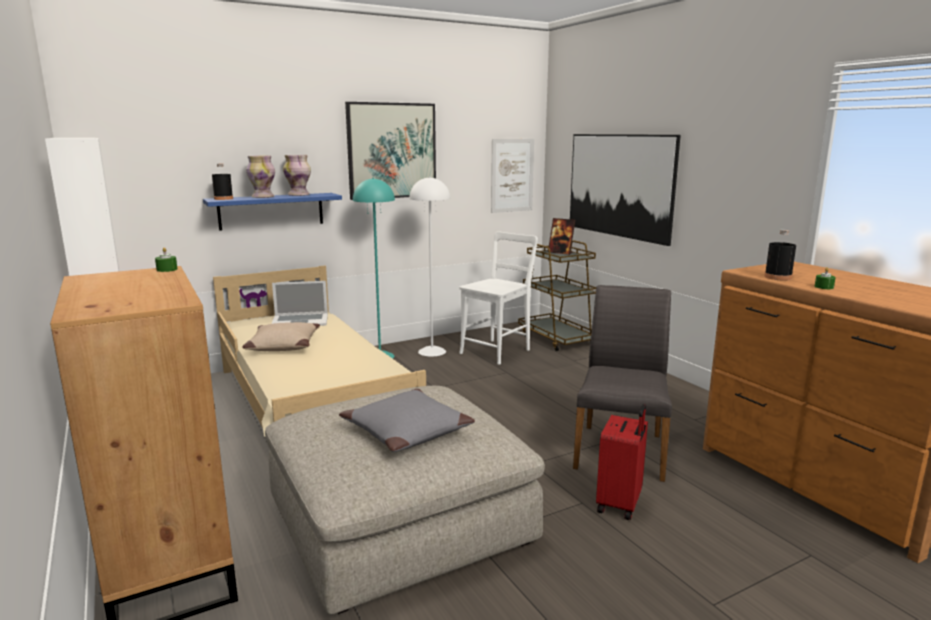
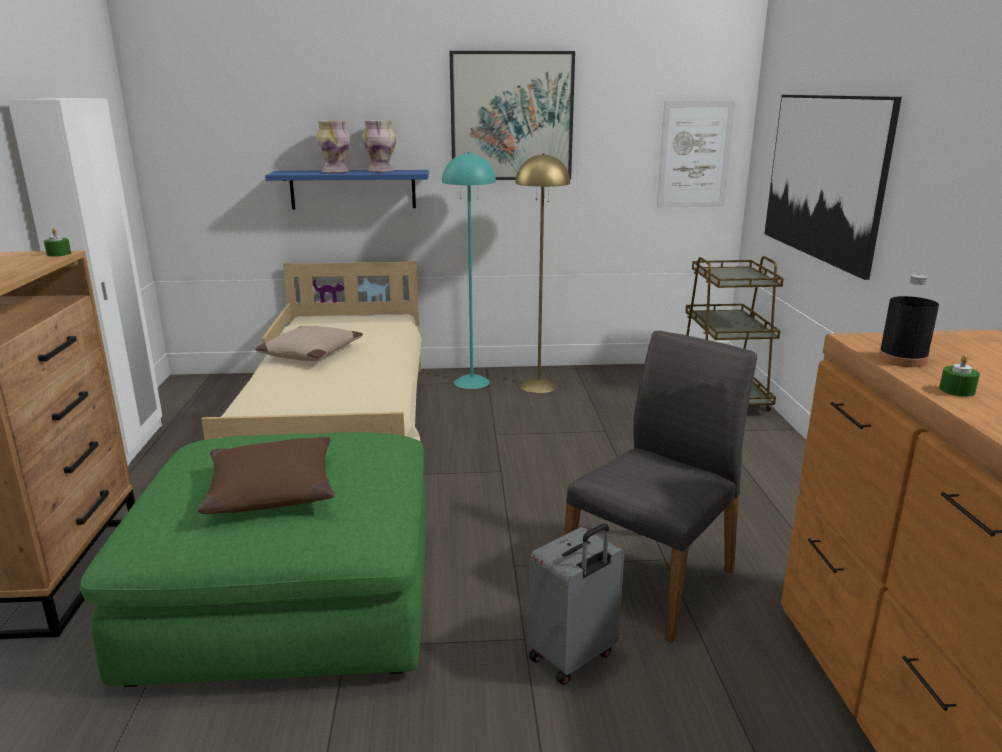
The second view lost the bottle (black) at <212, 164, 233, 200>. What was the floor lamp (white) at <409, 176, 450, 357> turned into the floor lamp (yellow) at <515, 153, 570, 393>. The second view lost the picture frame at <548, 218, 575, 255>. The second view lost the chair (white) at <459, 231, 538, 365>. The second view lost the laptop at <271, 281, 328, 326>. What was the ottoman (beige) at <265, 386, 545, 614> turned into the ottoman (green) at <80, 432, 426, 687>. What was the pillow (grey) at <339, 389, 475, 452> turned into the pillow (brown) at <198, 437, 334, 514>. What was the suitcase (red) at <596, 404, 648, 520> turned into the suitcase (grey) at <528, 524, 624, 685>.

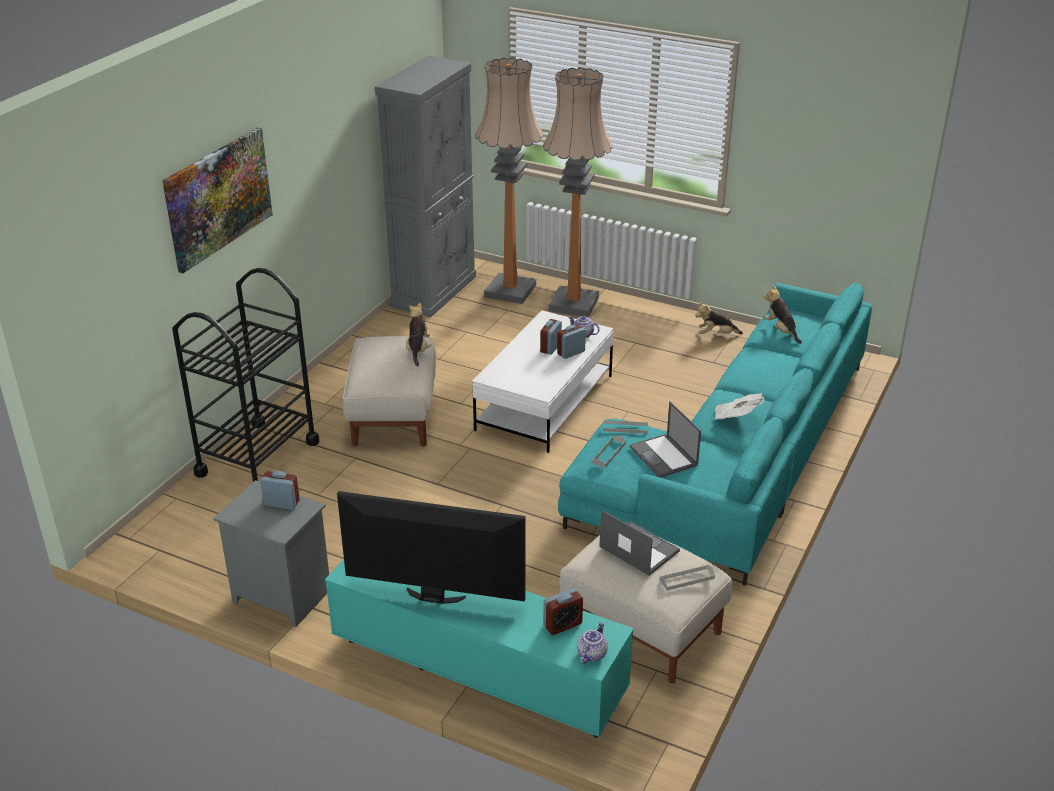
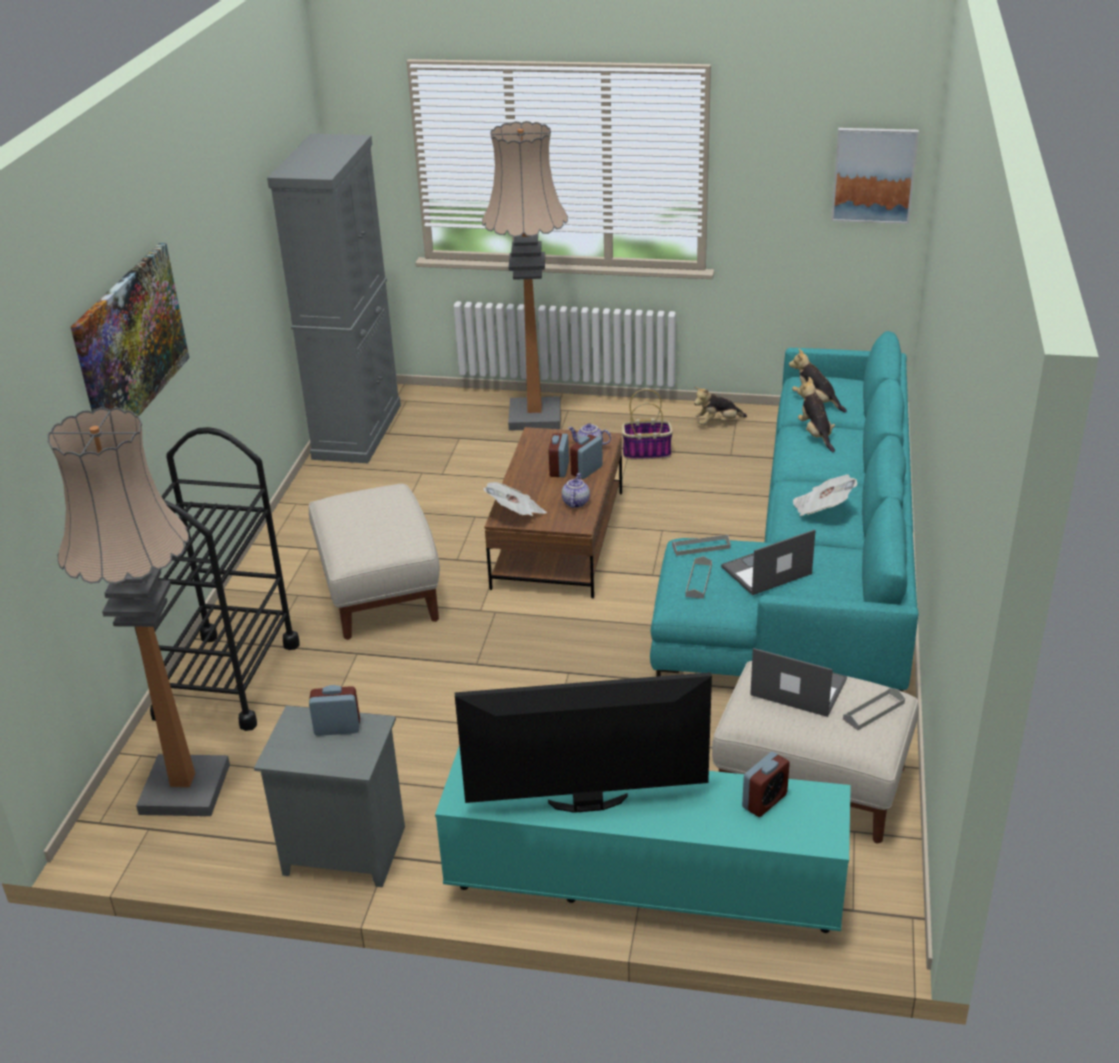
The floor lamp ended up elsewhere, having gone from <475, 58, 543, 304> to <47, 407, 230, 816>. The plush toy ended up elsewhere, having gone from <406, 302, 432, 367> to <797, 377, 835, 452>. What was the coffee table (white) at <472, 310, 614, 453> turned into the coffee table (brown) at <484, 427, 622, 598>. The laptop at <630, 401, 701, 478> ended up facing another way, 105 degrees clockwise from before. The teapot ended up elsewhere, having gone from <577, 622, 608, 664> to <562, 473, 590, 508>. The second view gained the picture at <831, 128, 919, 224>. The second view gained the basket at <622, 389, 673, 460>. The second view gained the newspaper at <483, 482, 547, 516>.

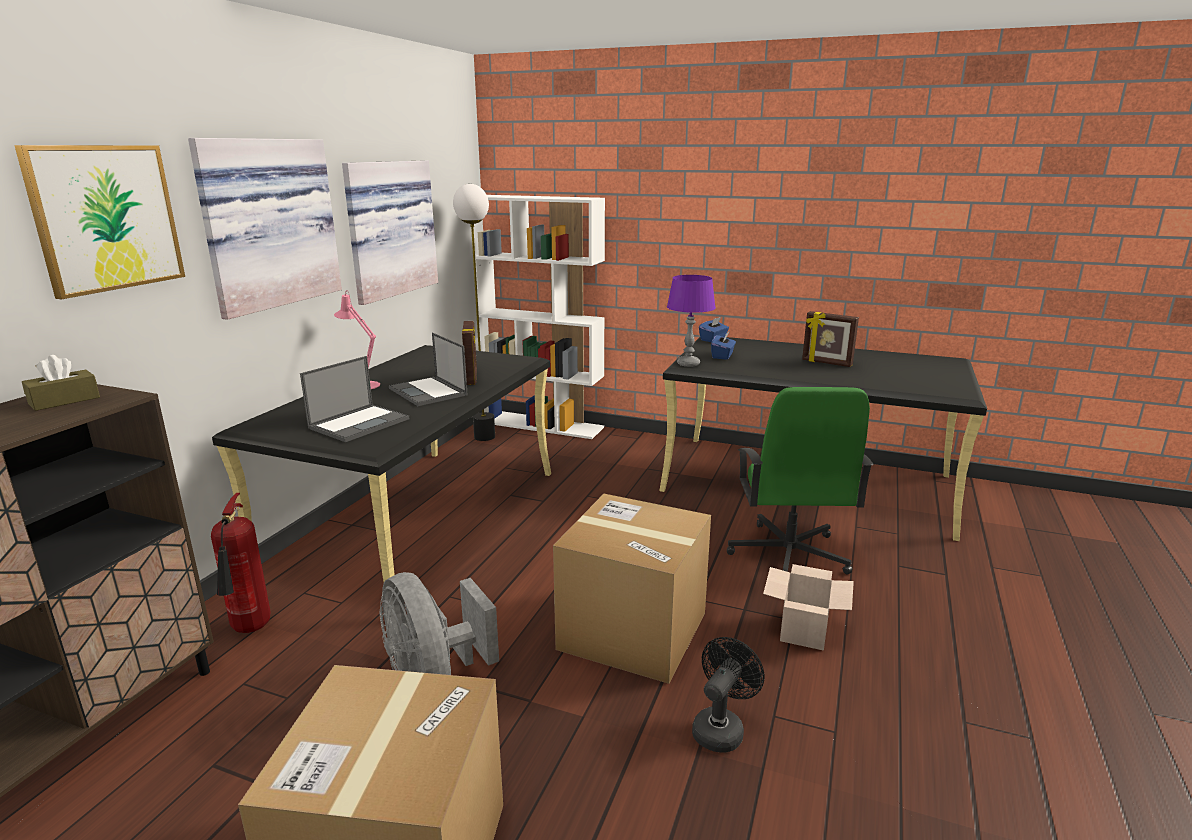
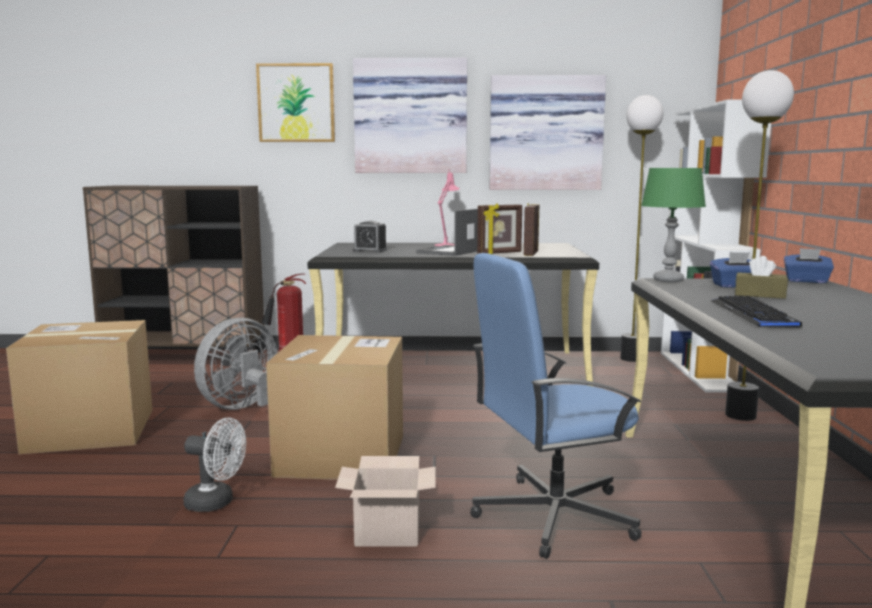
What was the table lamp (purple) at <667, 275, 716, 367> turned into the table lamp (green) at <641, 168, 706, 282>. The picture frame ended up elsewhere, having gone from <802, 311, 859, 367> to <524, 203, 539, 256>. The tissue box (brown) ended up elsewhere, having gone from <22, 355, 100, 411> to <735, 256, 788, 299>. Where the laptop stood at <300, 356, 409, 442>, the alarm clock came to stand at <353, 221, 387, 252>. What was the office chair (green) at <727, 387, 873, 575> turned into the office chair (blue) at <470, 253, 642, 559>. What was the fan (black) at <692, 637, 765, 753> turned into the fan (white) at <183, 417, 246, 512>. The second view gained the floor lamp at <725, 70, 794, 421>. The second view gained the keyboard at <711, 296, 802, 328>.

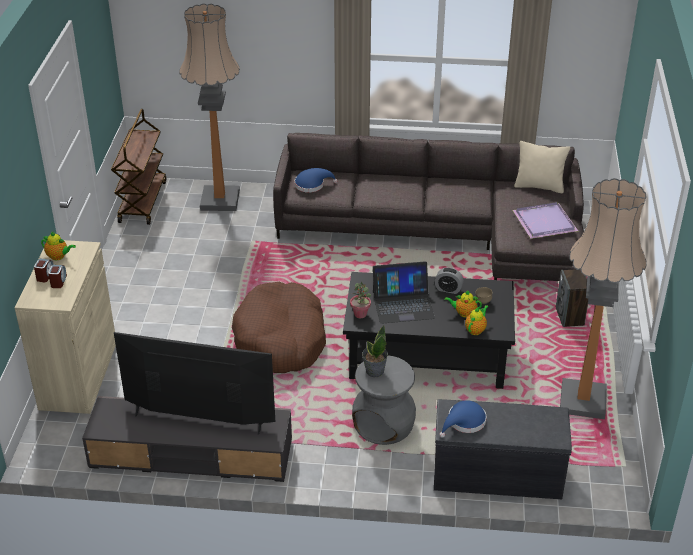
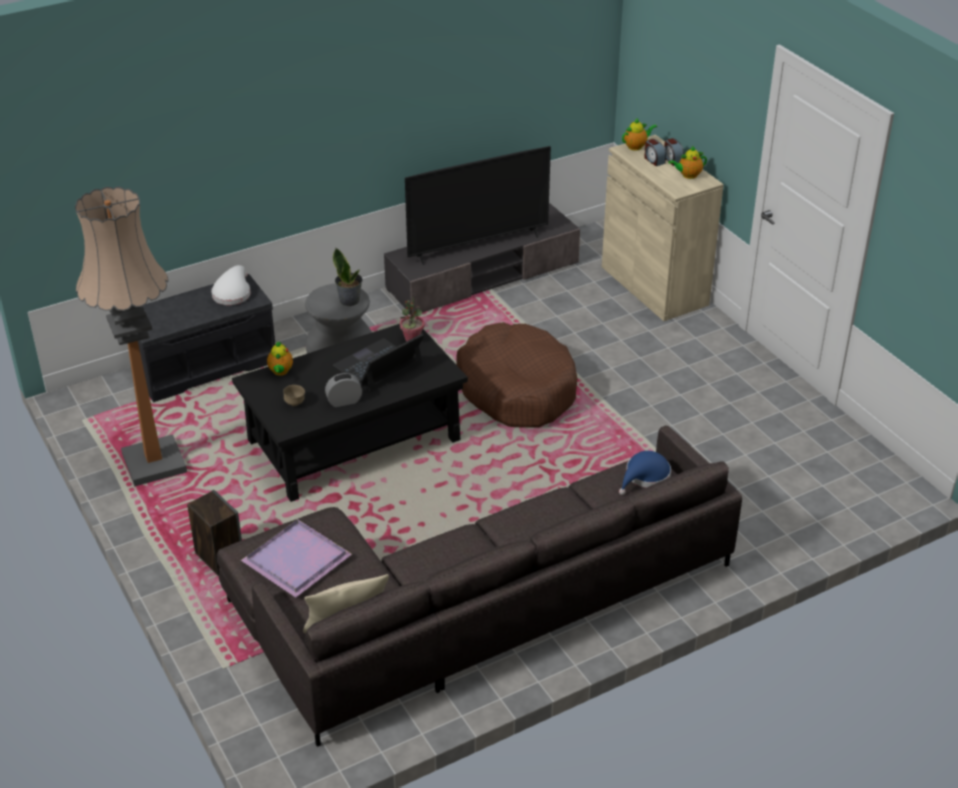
The second view lost the floor lamp at <179, 3, 240, 211>. The second view lost the cart (brown) at <111, 109, 166, 225>. The teapot ended up elsewhere, having gone from <445, 290, 482, 318> to <622, 118, 657, 151>. What was the hat (blue) at <439, 400, 487, 438> turned into the hat (white) at <211, 265, 251, 305>.

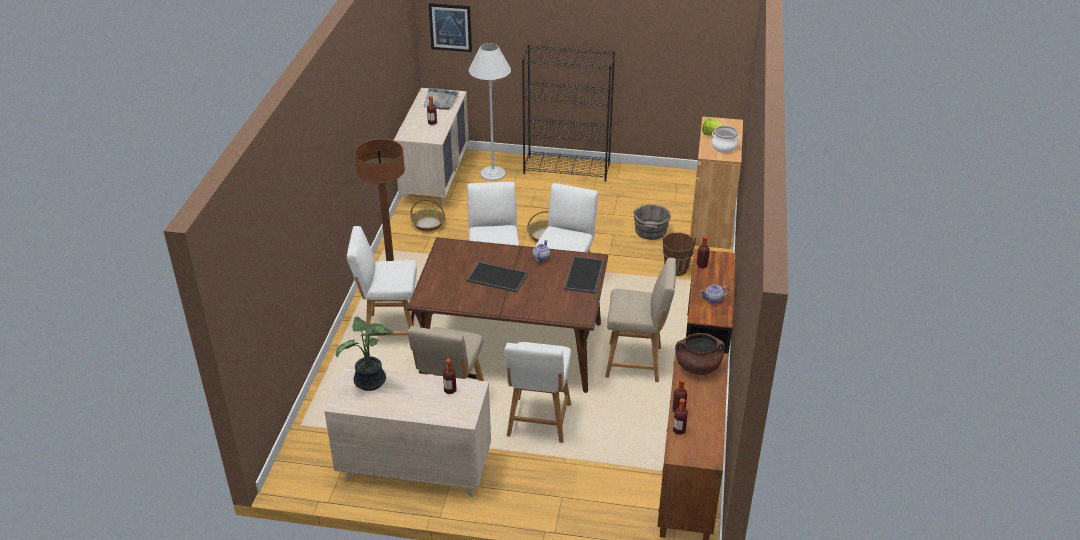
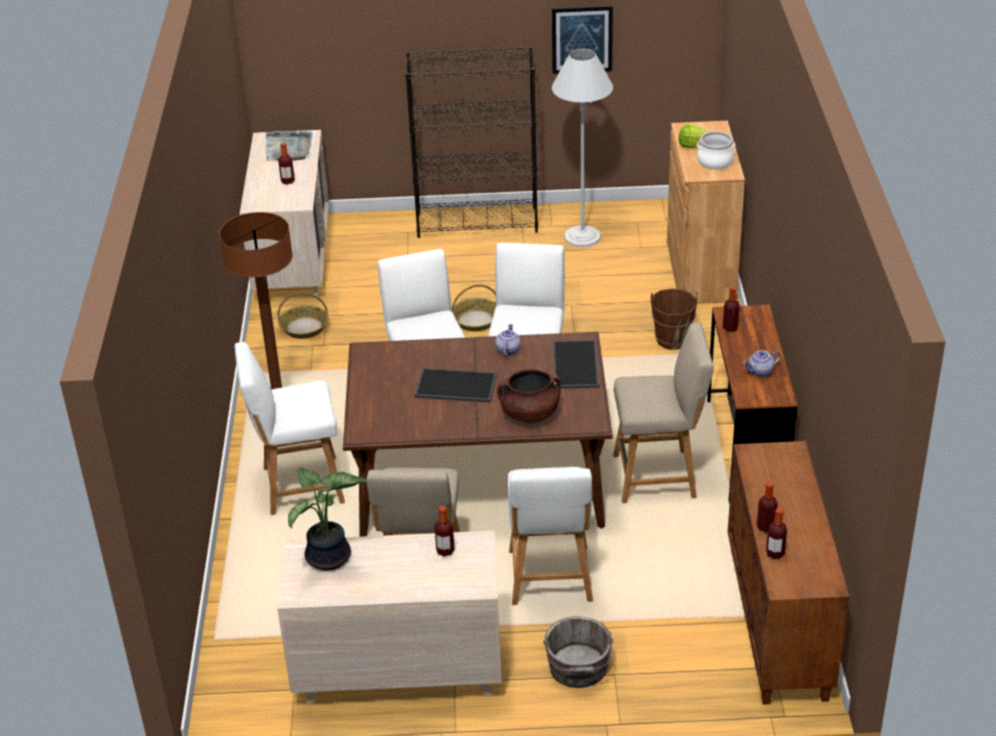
The picture ended up elsewhere, having gone from <429, 3, 472, 52> to <552, 5, 613, 74>. The floor lamp (white) ended up elsewhere, having gone from <469, 43, 511, 181> to <552, 48, 613, 247>. The bucket (grey) ended up elsewhere, having gone from <633, 204, 671, 240> to <543, 616, 613, 688>. The cooking pot (brown) ended up elsewhere, having gone from <675, 333, 725, 375> to <497, 369, 561, 423>.

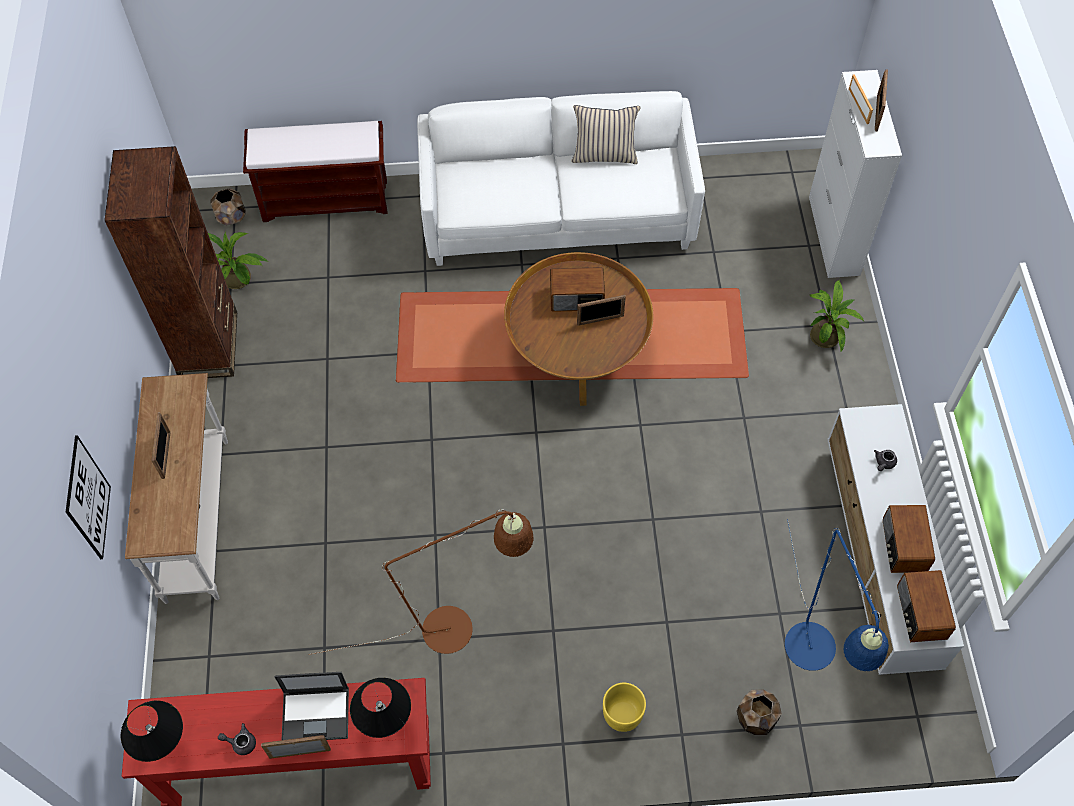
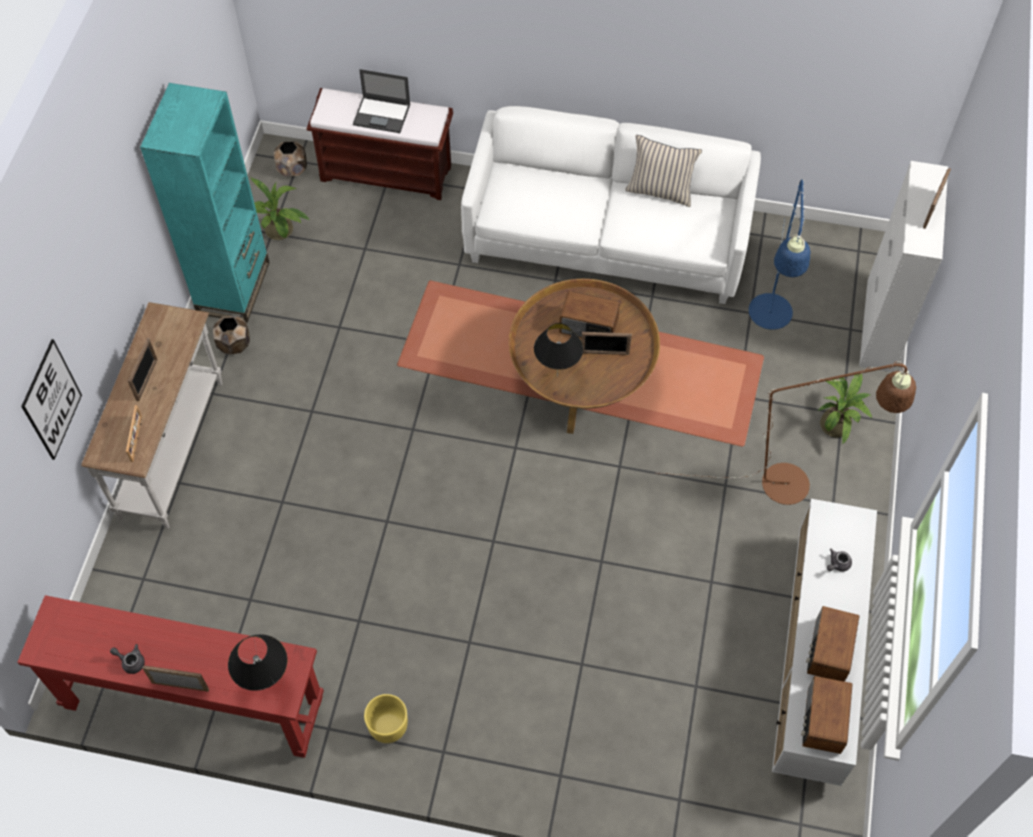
The picture frame ended up elsewhere, having gone from <849, 74, 873, 124> to <126, 405, 142, 462>. What was the bookcase (brown) at <104, 146, 237, 378> turned into the bookcase (turquoise) at <140, 83, 270, 323>. The floor lamp (brown) ended up elsewhere, having gone from <309, 509, 534, 655> to <659, 361, 916, 505>. The floor lamp (blue) ended up elsewhere, having gone from <785, 519, 889, 671> to <749, 179, 810, 330>. The laptop ended up elsewhere, having gone from <274, 672, 349, 740> to <353, 69, 410, 133>. The planter (yellow) ended up elsewhere, having gone from <603, 683, 646, 732> to <364, 694, 408, 743>. The planter (brown) ended up elsewhere, having gone from <737, 689, 782, 735> to <213, 316, 250, 354>. The table lamp (black) ended up elsewhere, having gone from <121, 701, 183, 762> to <534, 323, 583, 377>.

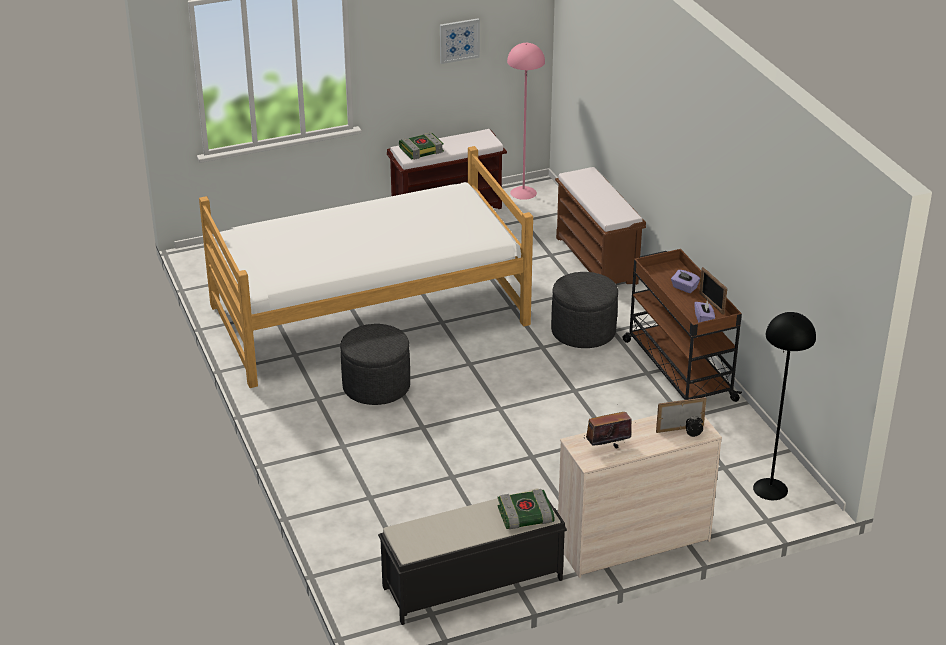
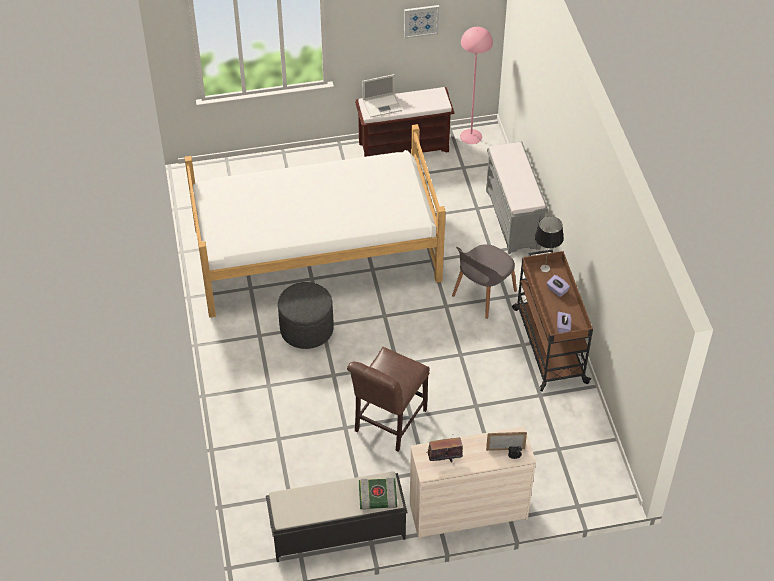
Where the book stood at <399, 133, 444, 160>, the laptop came to stand at <363, 74, 402, 118>. What was the bench (brown) at <555, 167, 646, 285> turned into the bench (grey) at <486, 142, 548, 254>. The second view lost the picture frame at <699, 267, 727, 315>. Where the ottoman (grey) stood at <551, 272, 618, 348>, the chair (grey) came to stand at <452, 244, 517, 319>. The second view lost the floor lamp (black) at <753, 312, 816, 500>. The second view gained the table lamp at <535, 216, 564, 272>. The second view gained the chair (brown) at <347, 347, 430, 452>.

